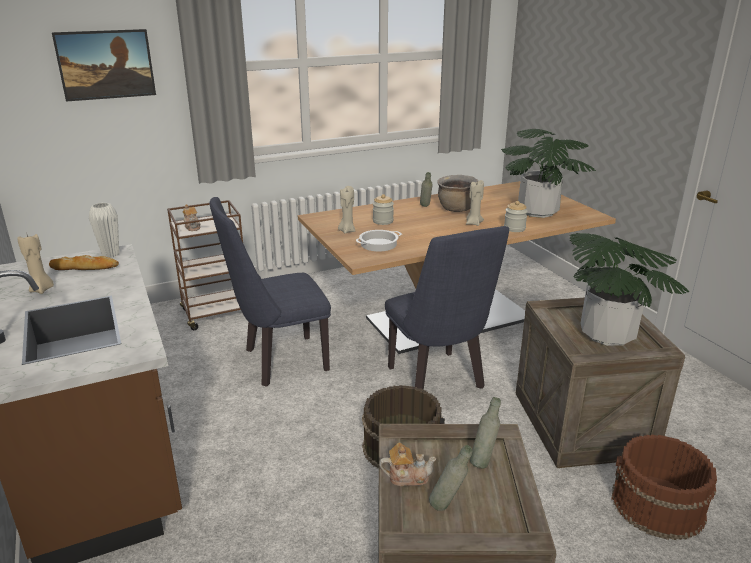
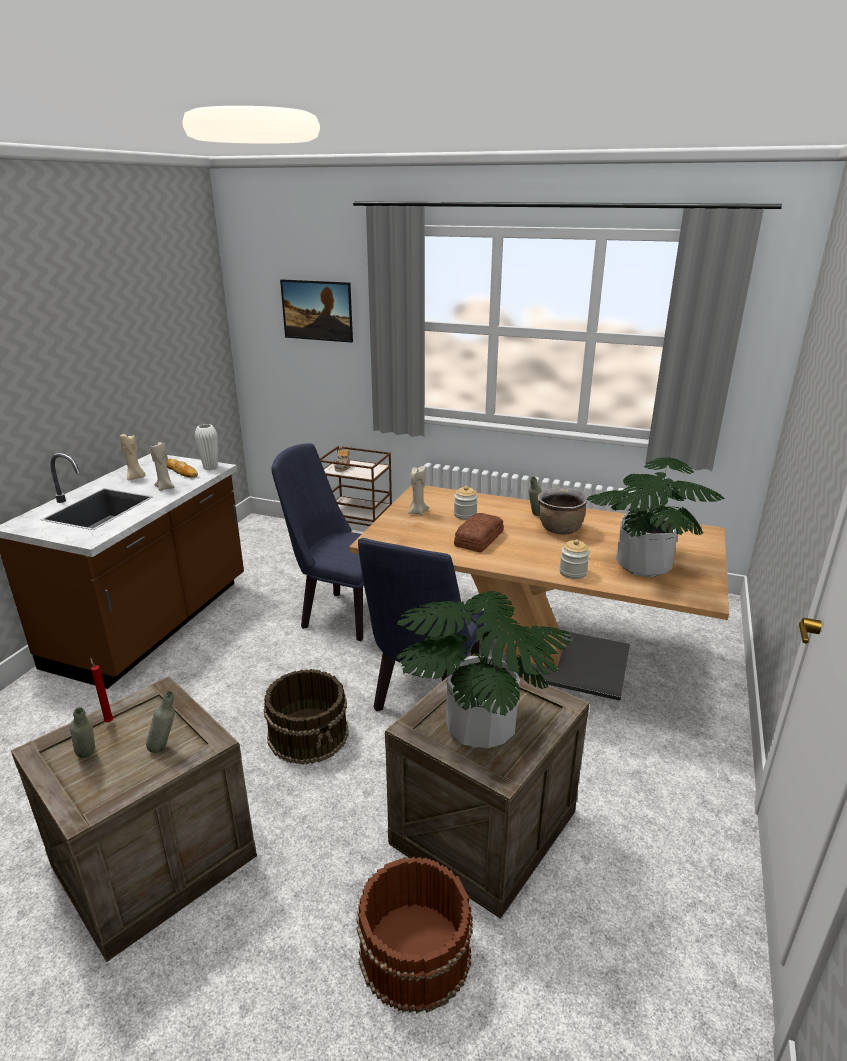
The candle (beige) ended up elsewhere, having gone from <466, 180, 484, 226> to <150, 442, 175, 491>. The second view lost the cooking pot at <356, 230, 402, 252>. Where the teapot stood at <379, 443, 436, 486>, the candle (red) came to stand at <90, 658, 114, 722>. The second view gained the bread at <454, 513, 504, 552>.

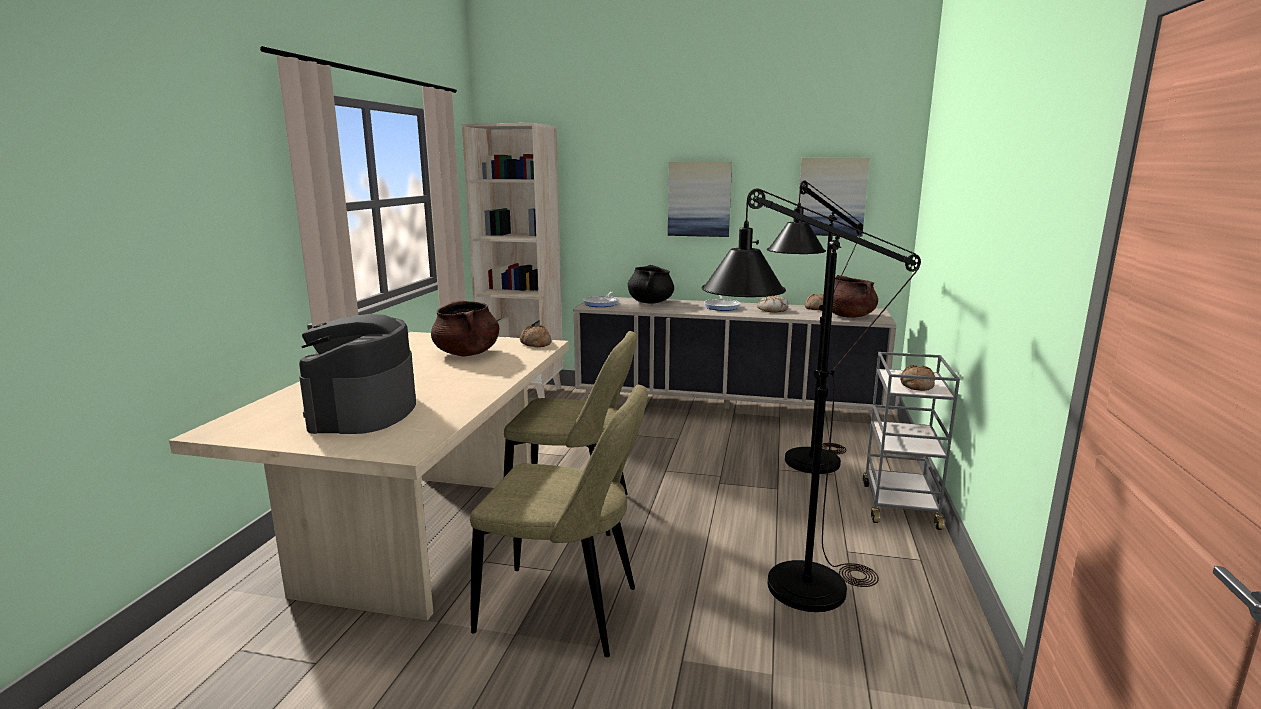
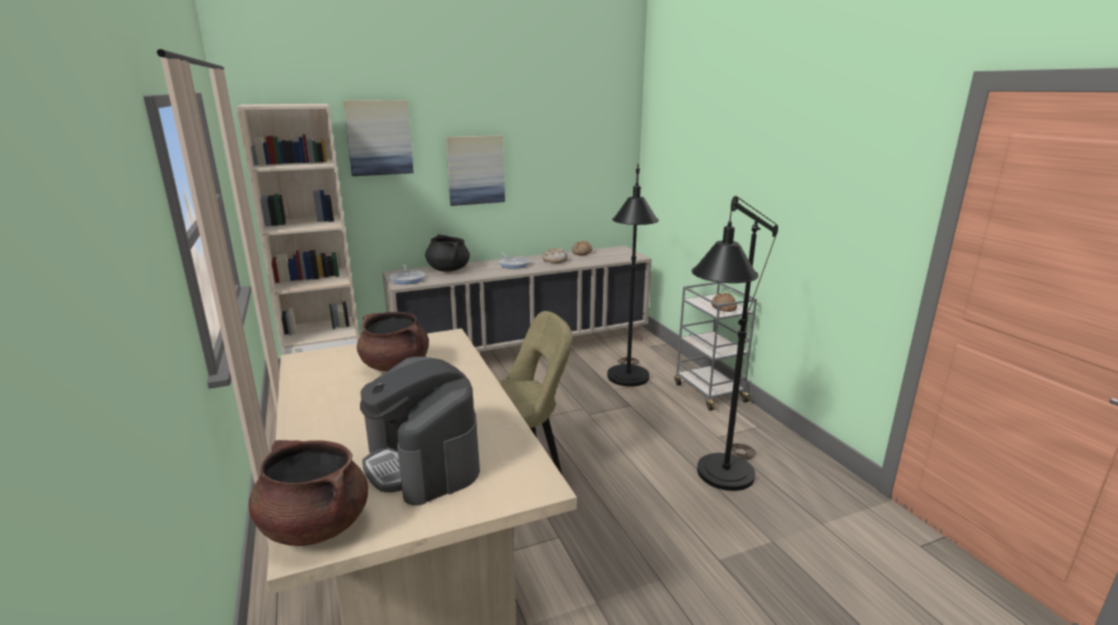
The picture ended up elsewhere, having gone from <798, 158, 870, 236> to <343, 100, 414, 176>. The cooking pot (brown) ended up elsewhere, having gone from <832, 275, 878, 318> to <249, 440, 368, 546>. The second view lost the bread at <520, 325, 552, 347>. The second view lost the chair (beige) at <470, 385, 648, 657>.

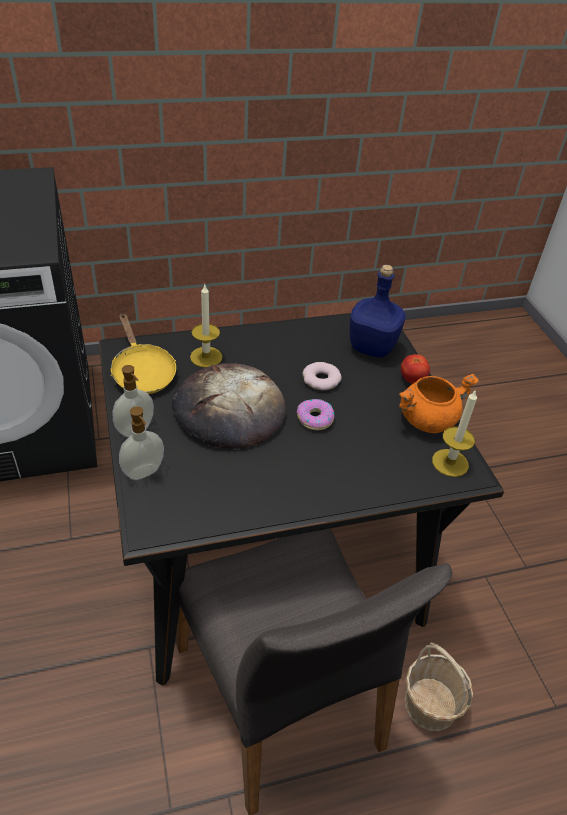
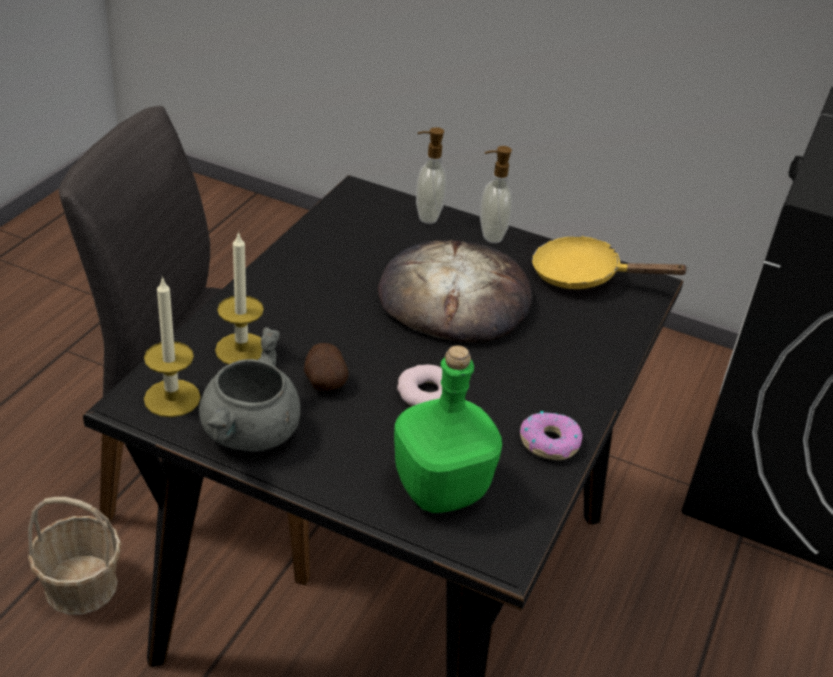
What was the bottle (blue) at <349, 265, 406, 358> turned into the bottle (green) at <394, 345, 502, 513>. The candle ended up elsewhere, having gone from <190, 285, 223, 368> to <215, 231, 264, 364>. The second view lost the tomato at <401, 354, 430, 384>. What was the cooking pot (orange) at <399, 374, 479, 433> turned into the cooking pot (grey) at <199, 327, 301, 452>. The donut ended up elsewhere, having gone from <297, 399, 334, 430> to <520, 411, 583, 460>. The second view gained the potato at <304, 343, 349, 391>.

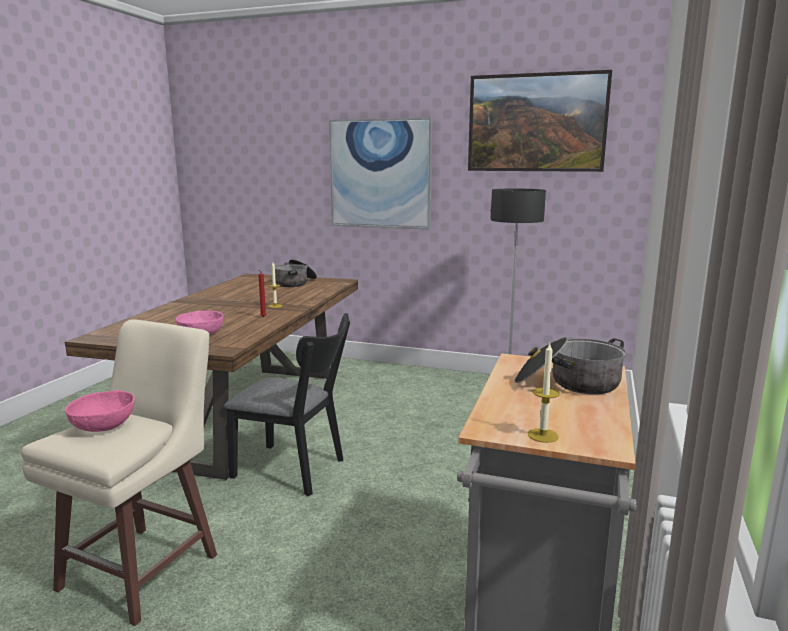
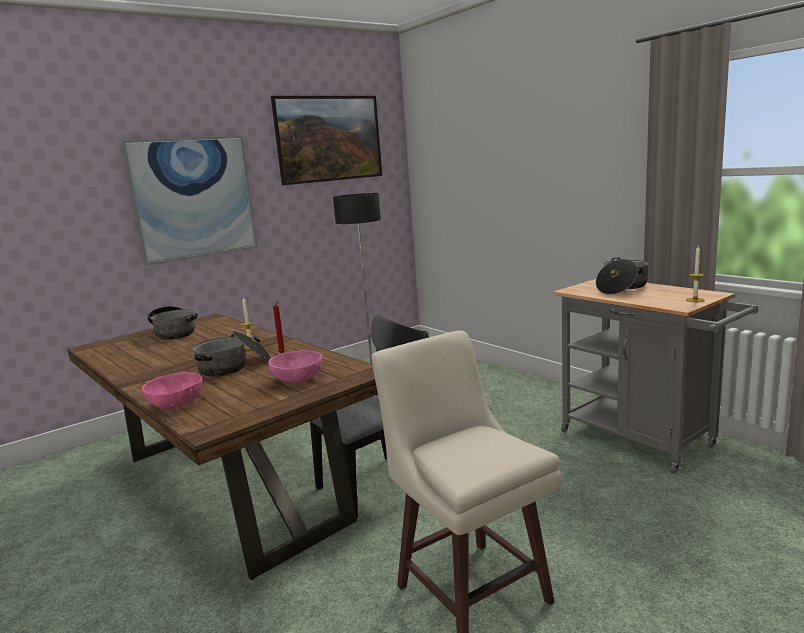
The bowl (pink) ended up elsewhere, having gone from <65, 390, 135, 432> to <142, 372, 202, 409>. The second view gained the cooking pot at <192, 331, 271, 377>.

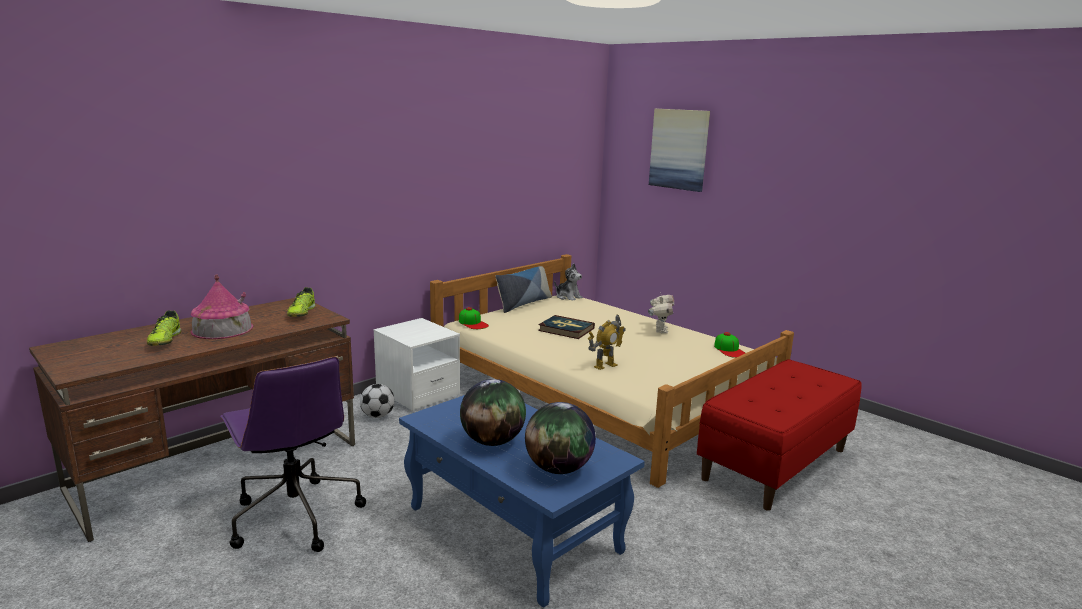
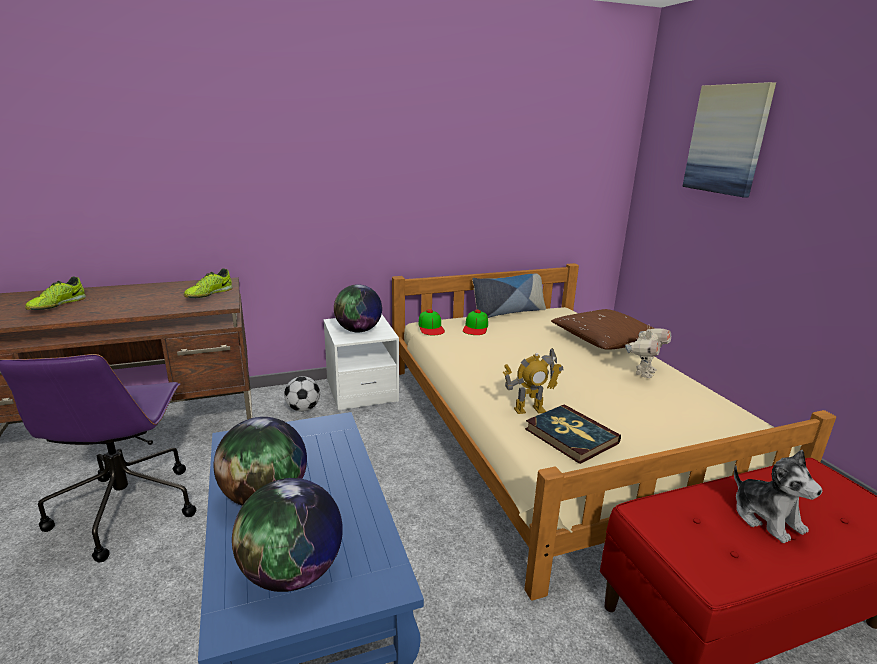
The plush toy ended up elsewhere, having gone from <554, 264, 583, 300> to <734, 450, 822, 543>. The second view lost the toy house at <191, 274, 253, 339>. The book ended up elsewhere, having gone from <538, 315, 595, 339> to <525, 404, 621, 464>. The cap ended up elsewhere, having gone from <714, 332, 745, 358> to <463, 310, 488, 335>. The second view gained the globe at <334, 284, 382, 332>. The second view gained the pillow (brown) at <551, 309, 654, 350>.

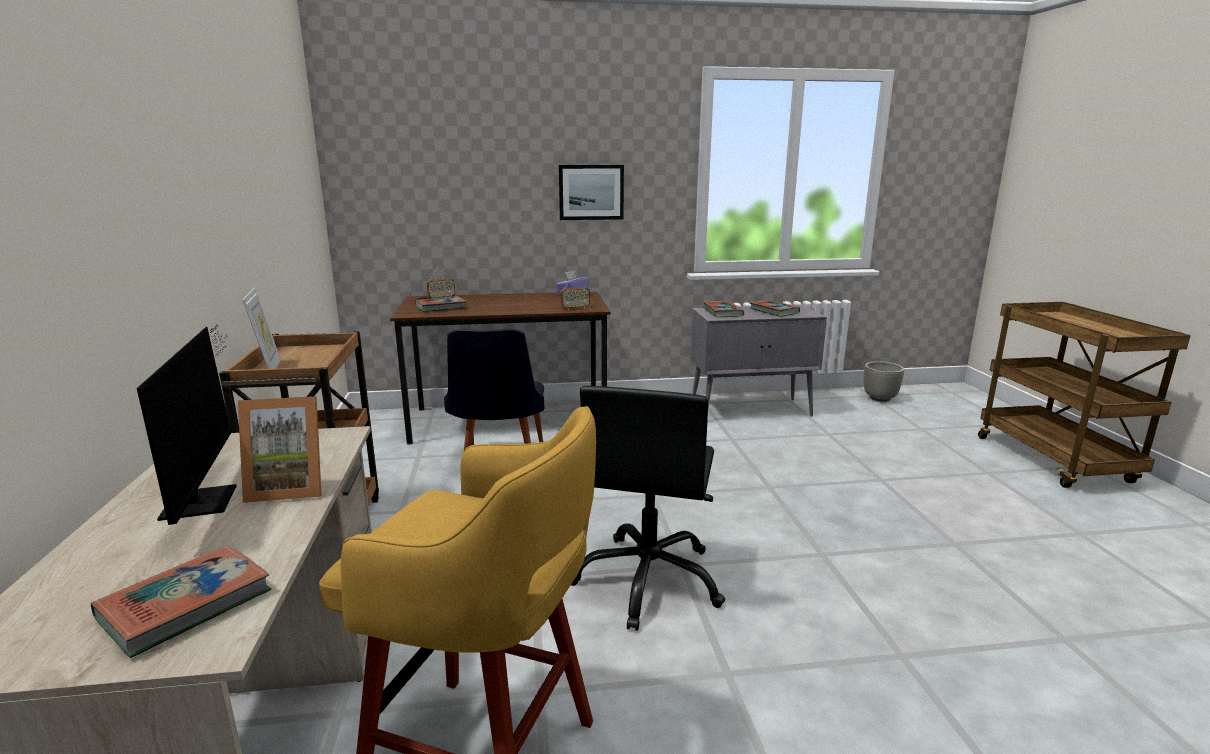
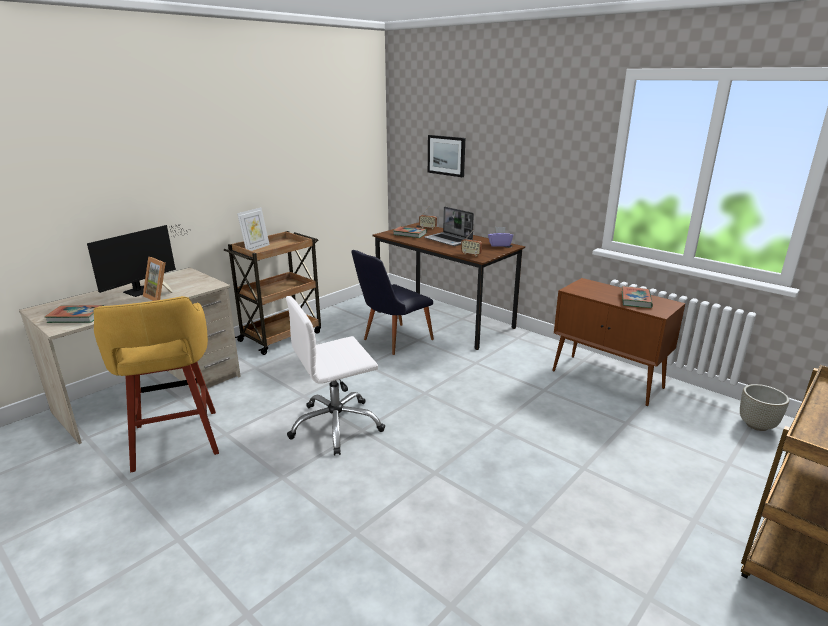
The picture ended up elsewhere, having gone from <559, 165, 624, 220> to <428, 135, 465, 177>. The second view lost the book at <703, 301, 744, 317>. What was the cabinet (grey) at <690, 305, 827, 417> turned into the cabinet (brown) at <552, 278, 685, 406>. What was the office chair (black) at <571, 386, 725, 631> turned into the office chair (white) at <286, 296, 385, 455>. The second view gained the laptop at <424, 206, 474, 246>.

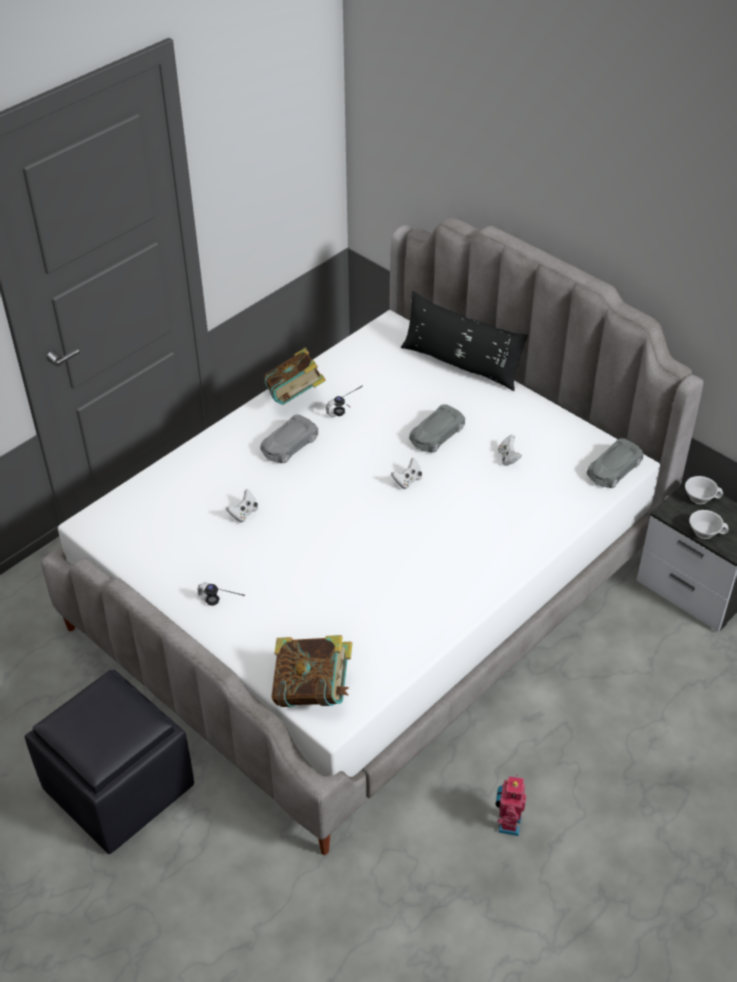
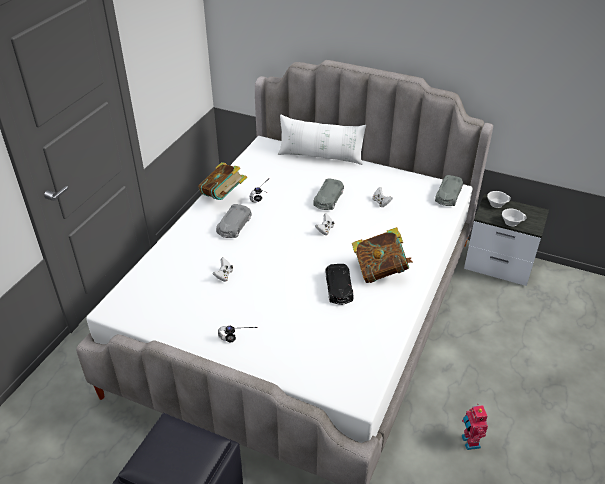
What was the pillow (black) at <401, 291, 528, 391> turned into the pillow (white) at <278, 114, 366, 165>. The book ended up elsewhere, having gone from <271, 635, 353, 707> to <352, 227, 413, 283>. The second view gained the toy car (black) at <325, 264, 353, 305>.

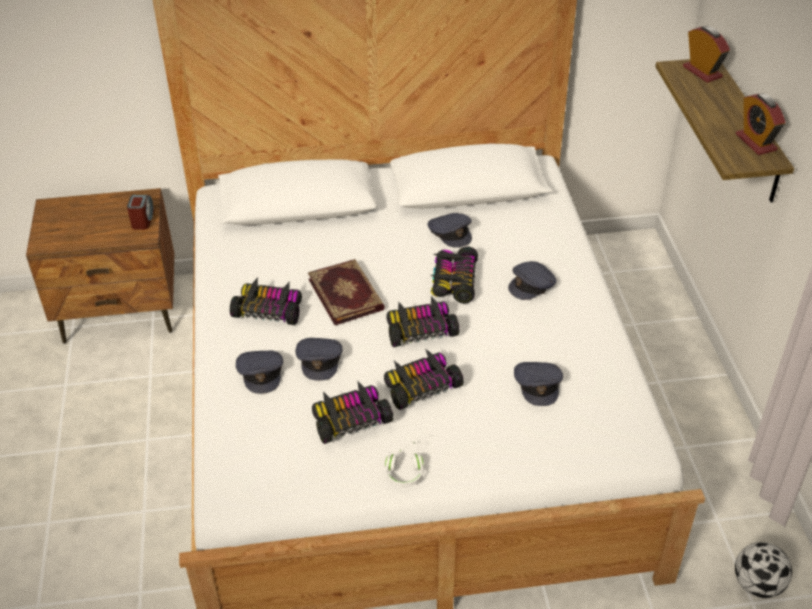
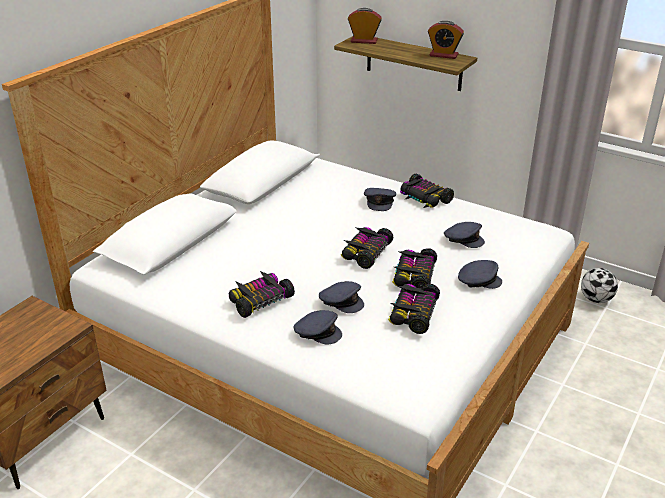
The second view lost the alarm clock at <127, 195, 154, 230>. The cap (grey) ended up elsewhere, having gone from <427, 213, 472, 248> to <458, 260, 502, 289>. The toy car ended up elsewhere, having gone from <431, 247, 478, 303> to <400, 174, 454, 208>. The second view lost the book at <308, 259, 385, 325>. The second view lost the headphones (white) at <385, 438, 428, 487>.

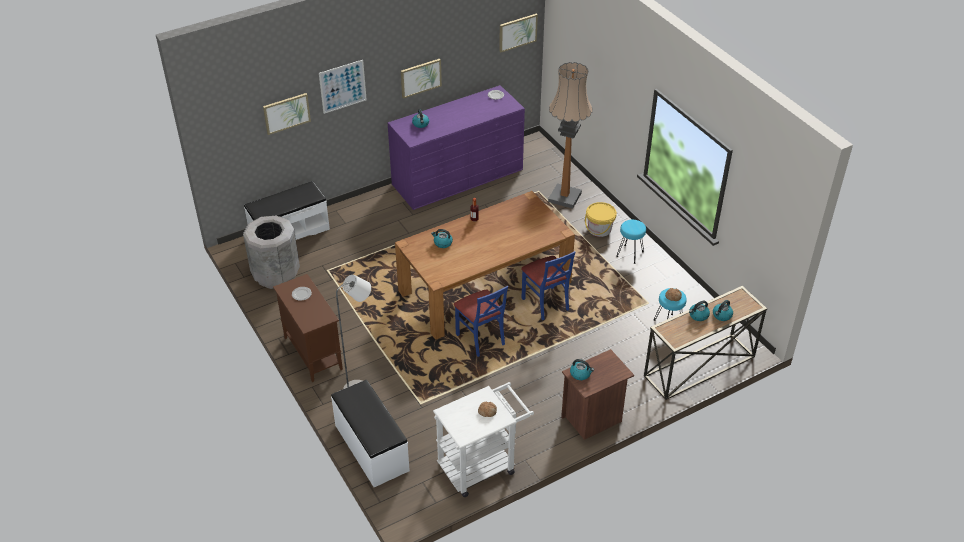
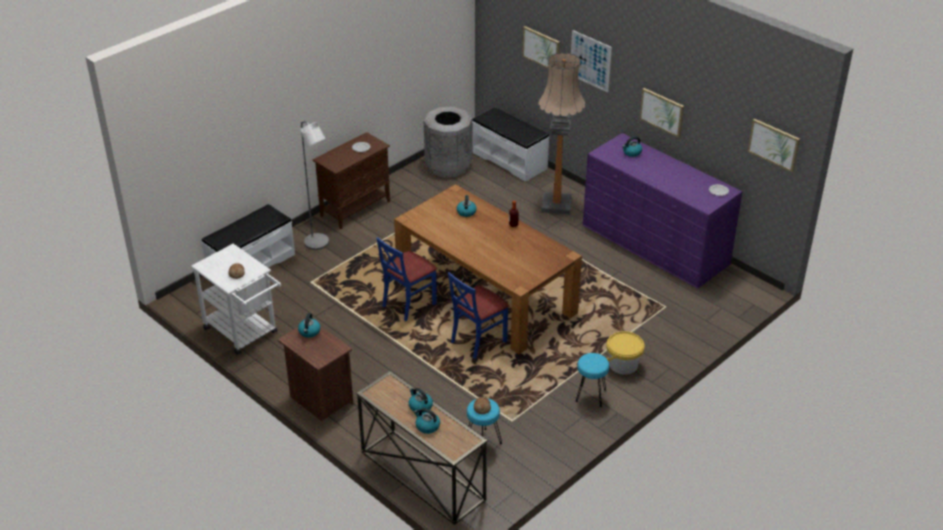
The floor lamp ended up elsewhere, having gone from <548, 62, 593, 209> to <538, 52, 586, 214>.

